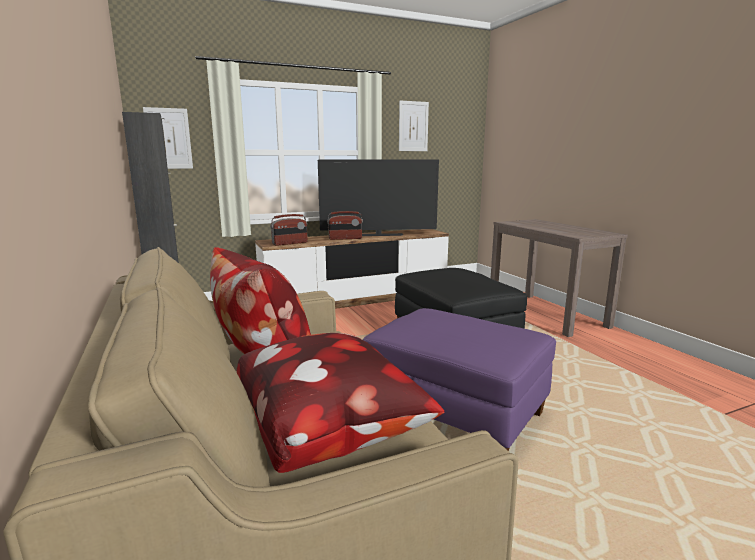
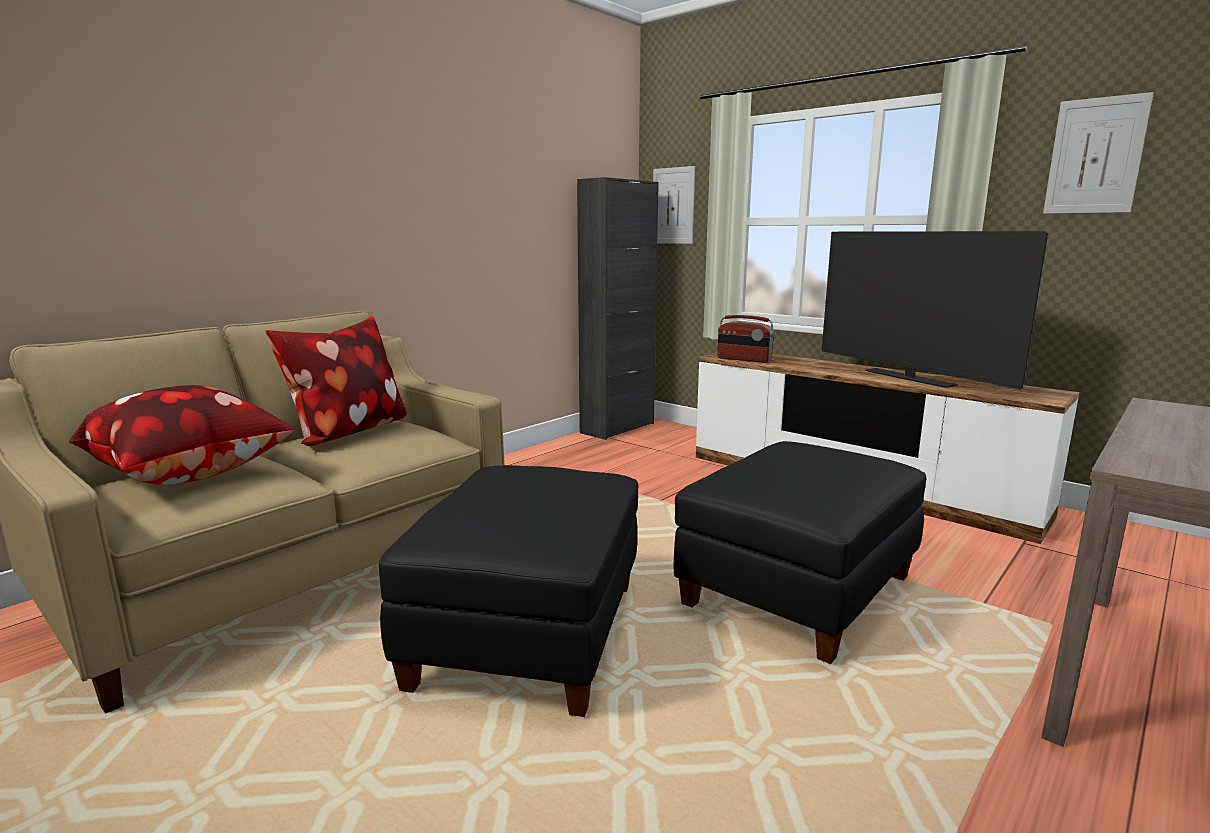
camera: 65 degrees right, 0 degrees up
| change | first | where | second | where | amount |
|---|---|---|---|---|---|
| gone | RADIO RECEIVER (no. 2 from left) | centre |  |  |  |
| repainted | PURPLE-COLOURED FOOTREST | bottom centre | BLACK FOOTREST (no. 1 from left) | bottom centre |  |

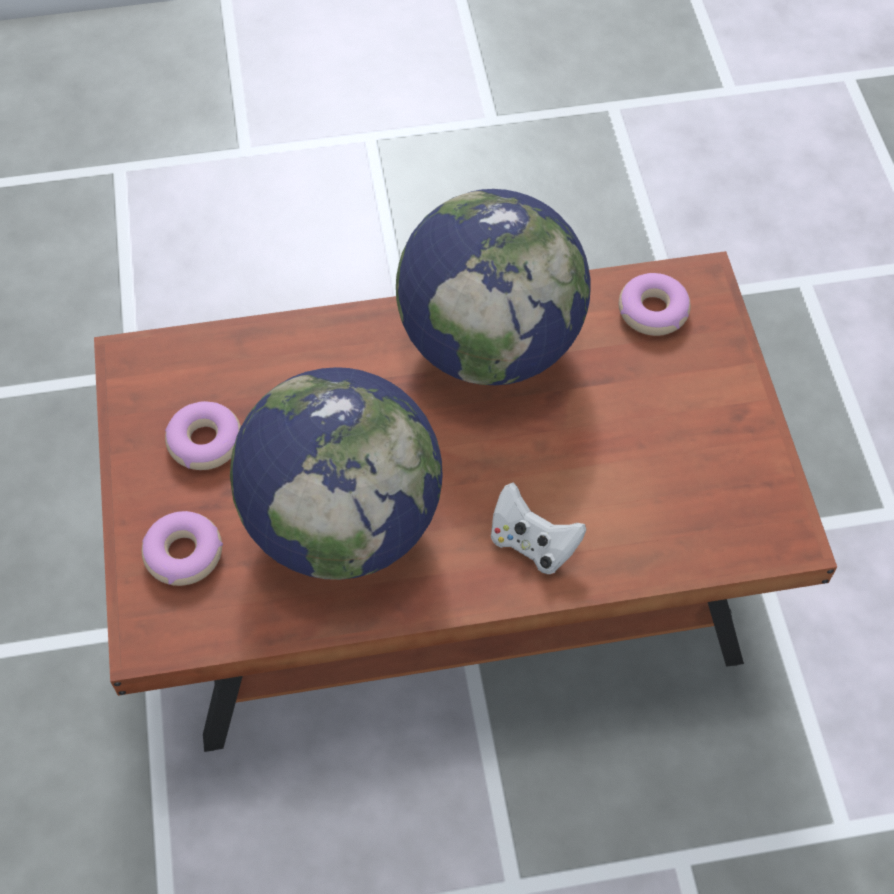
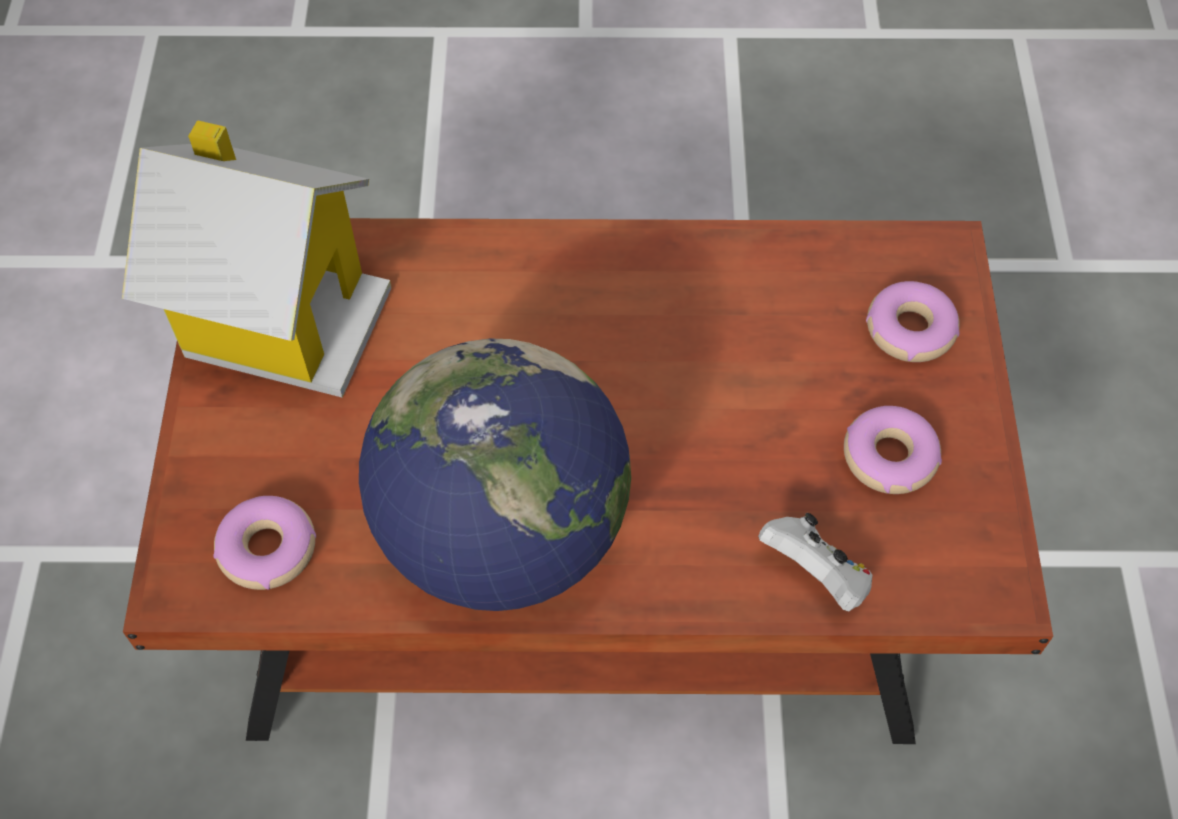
camera: 170 degrees left, 0 degrees up
| change | first | where | second | where | amount |
|---|---|---|---|---|---|
| gone | DESK GLOBE (no. 1 from left) | centre |  |  |  |
| shifted | WHITE JOYPAD | centre |  | bottom right |  |
| new |  |  | MINIATURE HOUSE | top left |  |

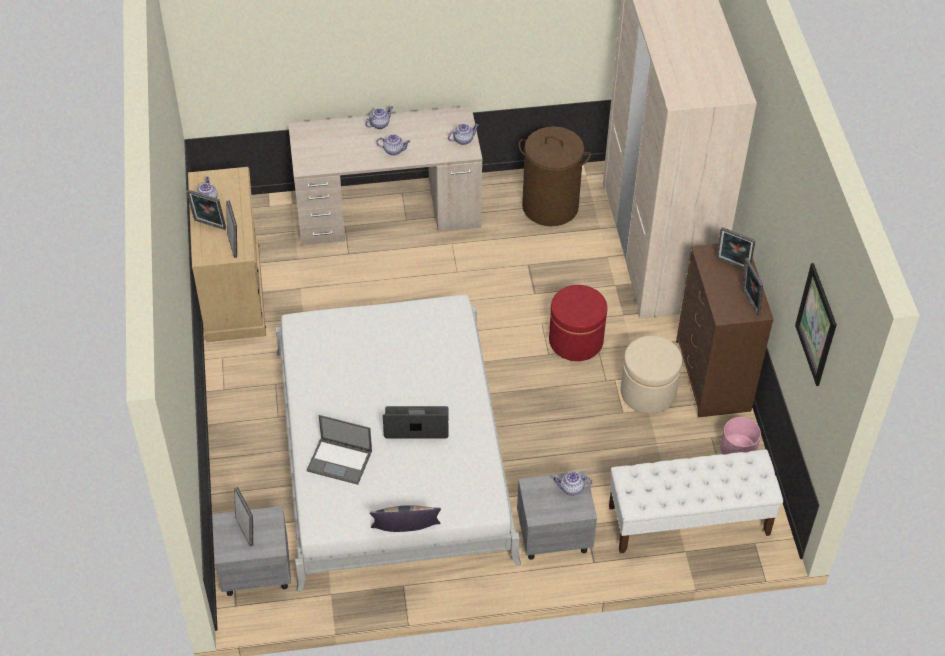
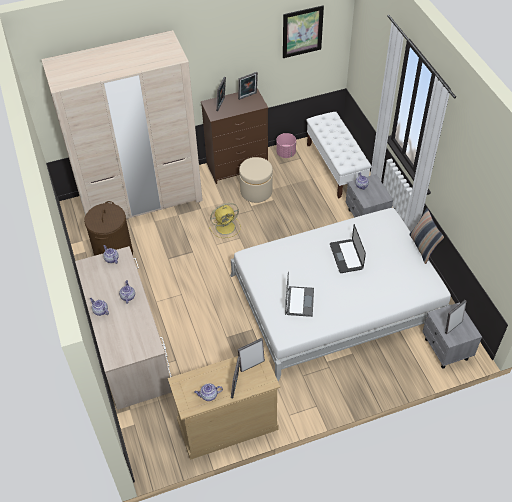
camera: 100 degrees left, 0 degrees up
| change | first | where | second | where | amount |
|---|---|---|---|---|---|
| shifted | PORTABLE COMPUTER (no. 1 from left) | bottom centre |  | centre |  |
| swapped | REDDISH FOOTREST | centre | YELLOW-COLOURED COOLING FAN | centre |  |

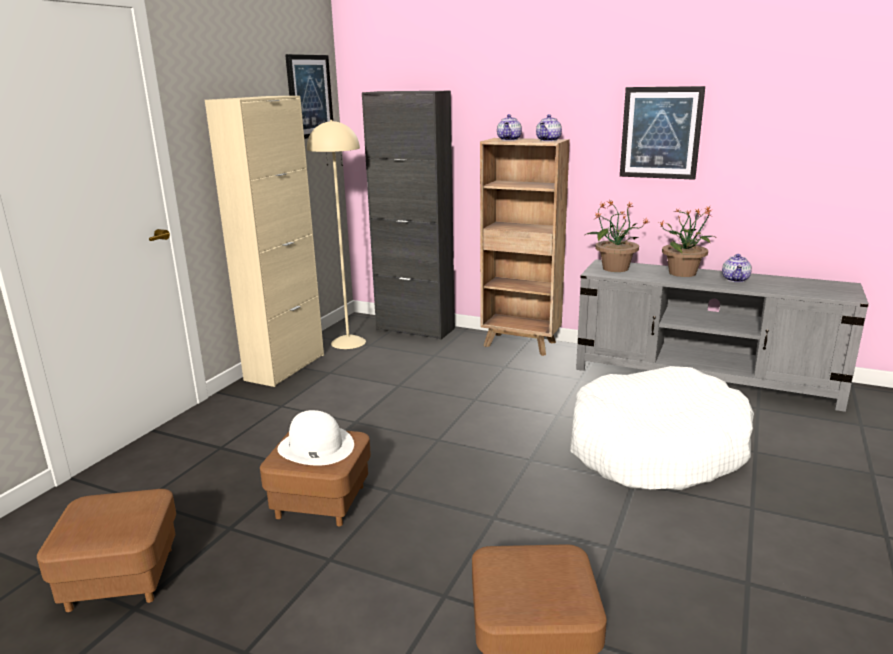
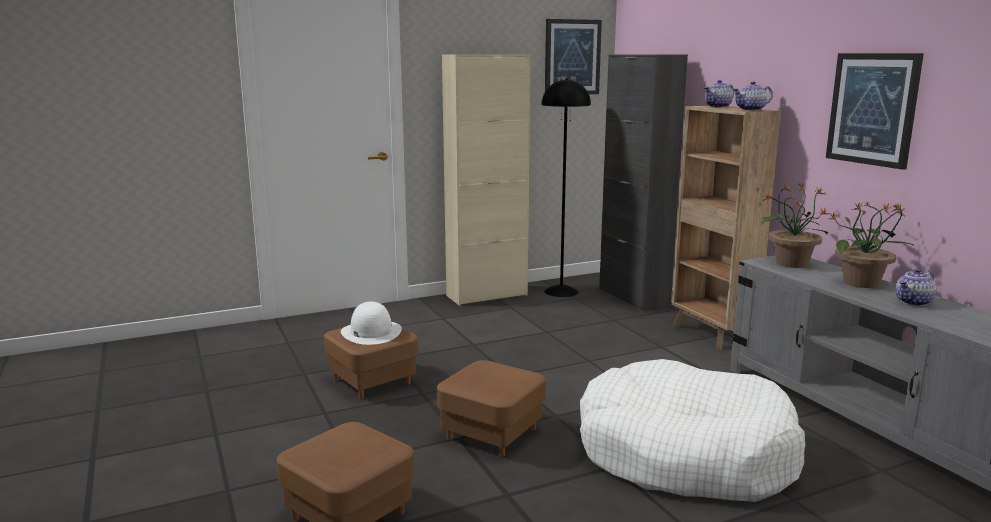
camera: 40 degrees right, 5 degrees down
| change | first | where | second | where | amount |
|---|---|---|---|---|---|
| shifted | BROWNISH FOOTREST (no. 1 from left in the first image) | bottom left | BROWNISH FOOTREST (no. 3 from left) | bottom centre |  |
| repainted | SAND-COLOURED STANDING LAMP | centre | BLACK STANDING LAMP | centre |  |

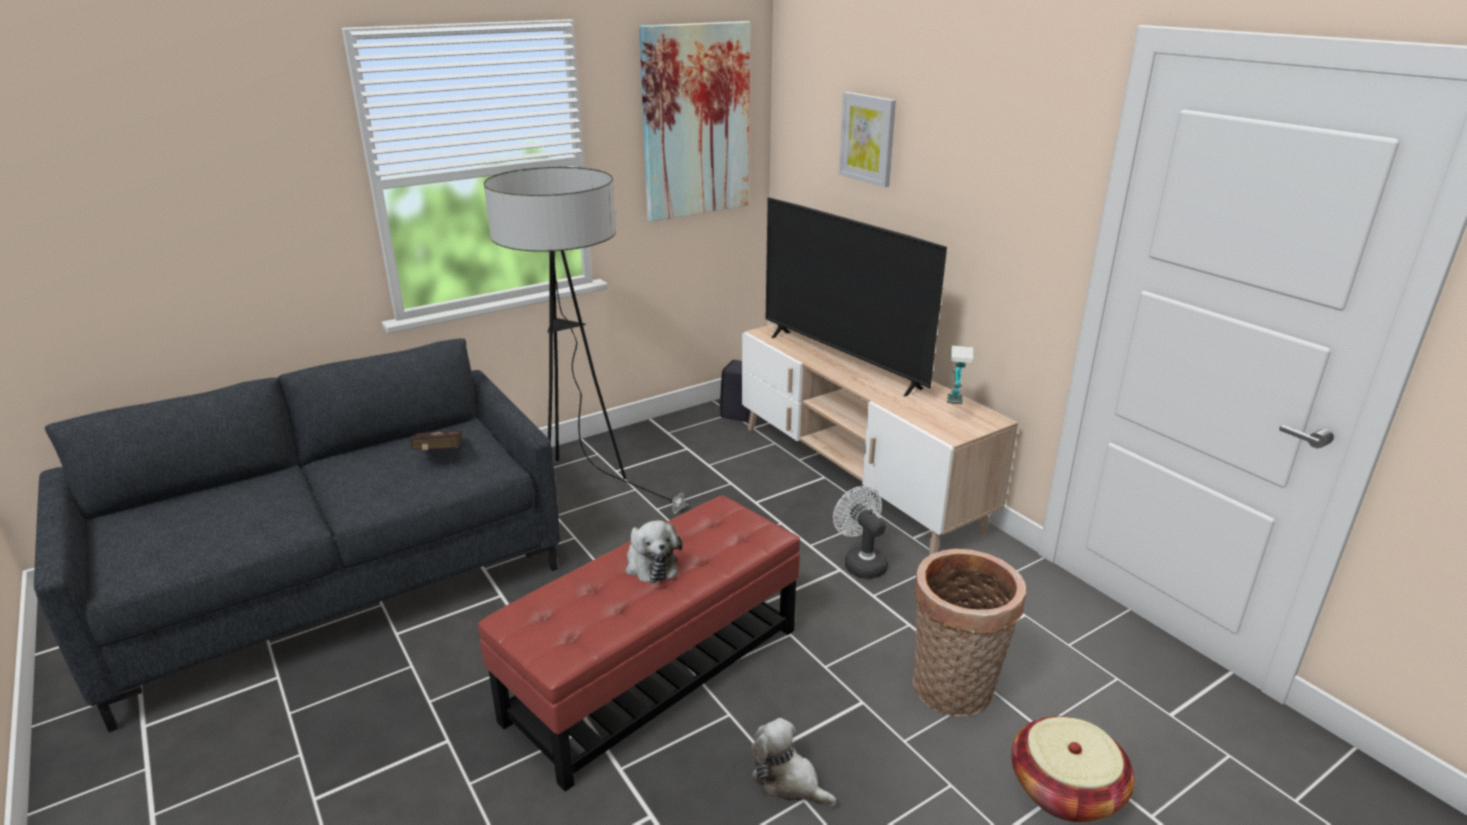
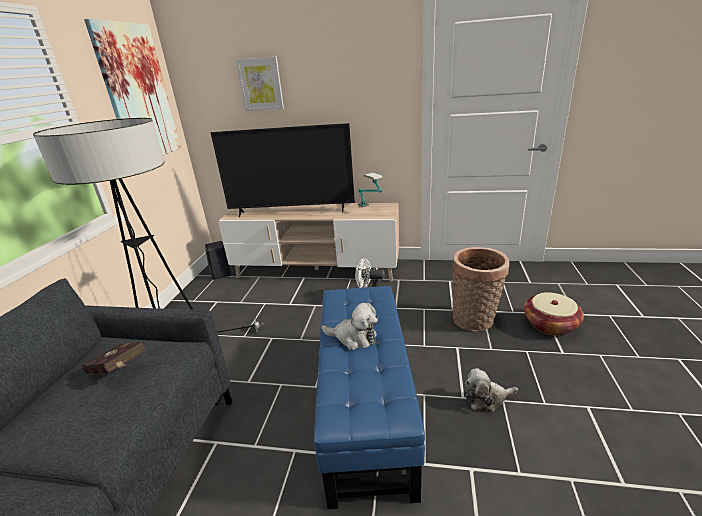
camera: 45 degrees left, 0 degrees up
| change | first | where | second | where | amount |
|---|---|---|---|---|---|
| repainted | REDDISH FOOTREST | bottom centre | BLUE FOOTREST | bottom centre |  |

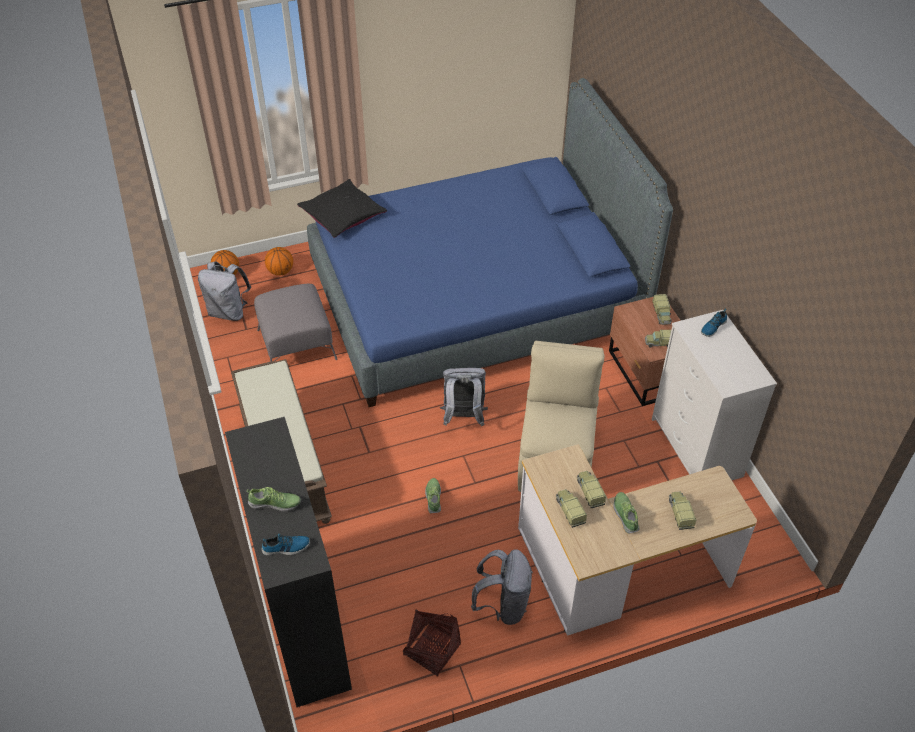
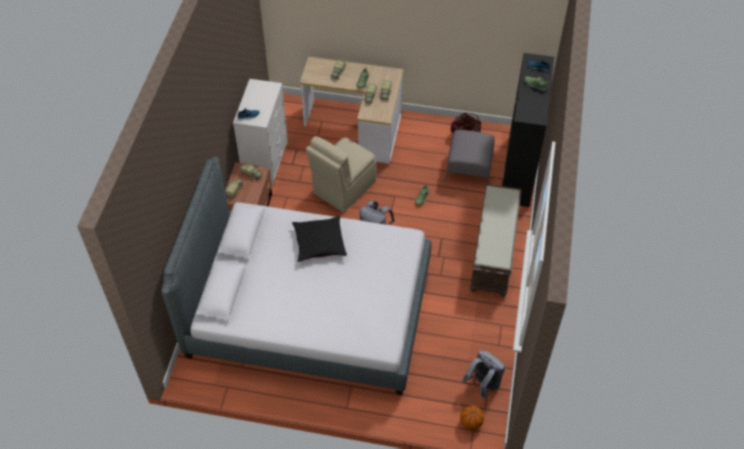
camera: 150 degrees left, 5 degrees up
| change | first | where | second | where | amount |
|---|---|---|---|---|---|
| shifted | GREY FOOTREST | middle left |  | centre |  |
| gone | BASKETBALL (no. 2 from left) | middle left |  |  |  |
| shifted | BLACK CUSHION | top centre |  | centre |  |
| repainted | BLUE BEDROOM BED | top centre | GREY BEDROOM BED | centre |  |
| gone | GREY KNAPSACK (no. 3 from left) | bottom centre |  |  |  |

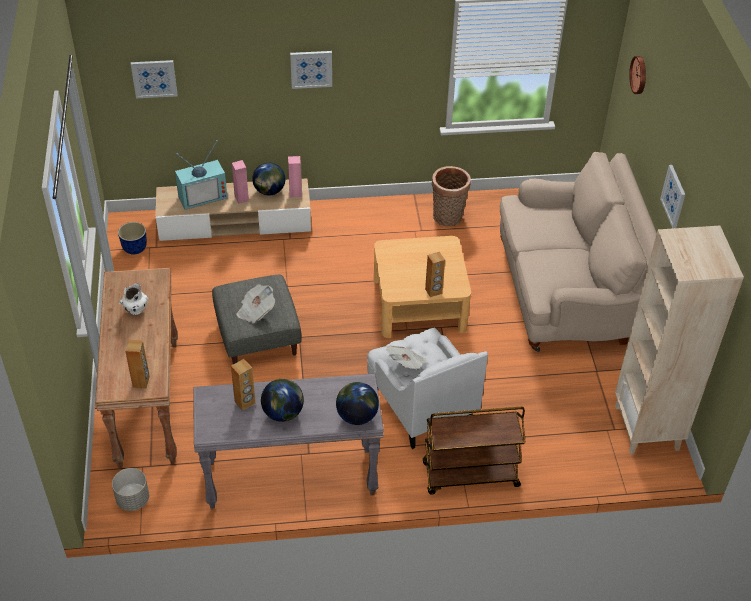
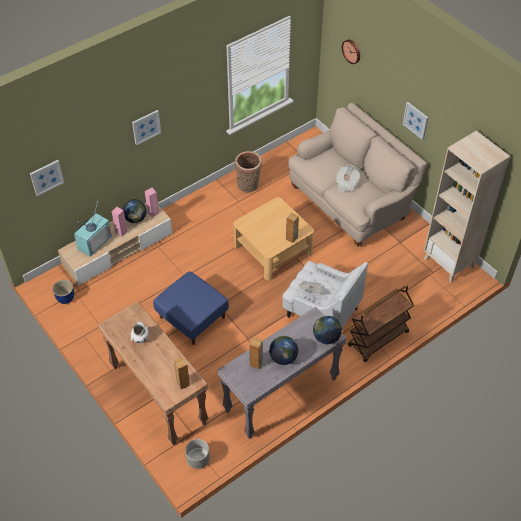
camera: 30 degrees left, 5 degrees up
| change | first | where | second | where | amount |
|---|---|---|---|---|---|
| repainted | GREY FOOTREST | centre | BLUE FOOTREST | centre |  |
| shifted | NEWSPAPER (no. 1 from left in the first image) | centre | NEWSPAPER (no. 2 from left) | middle right |  |

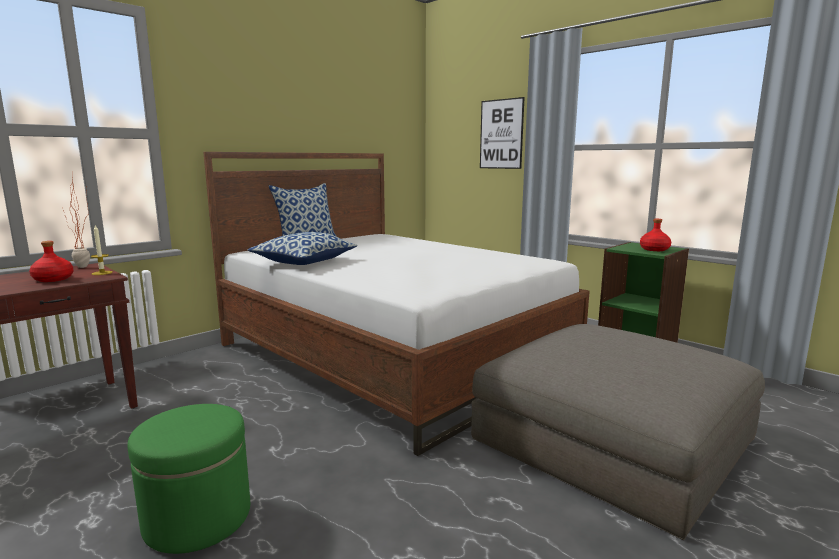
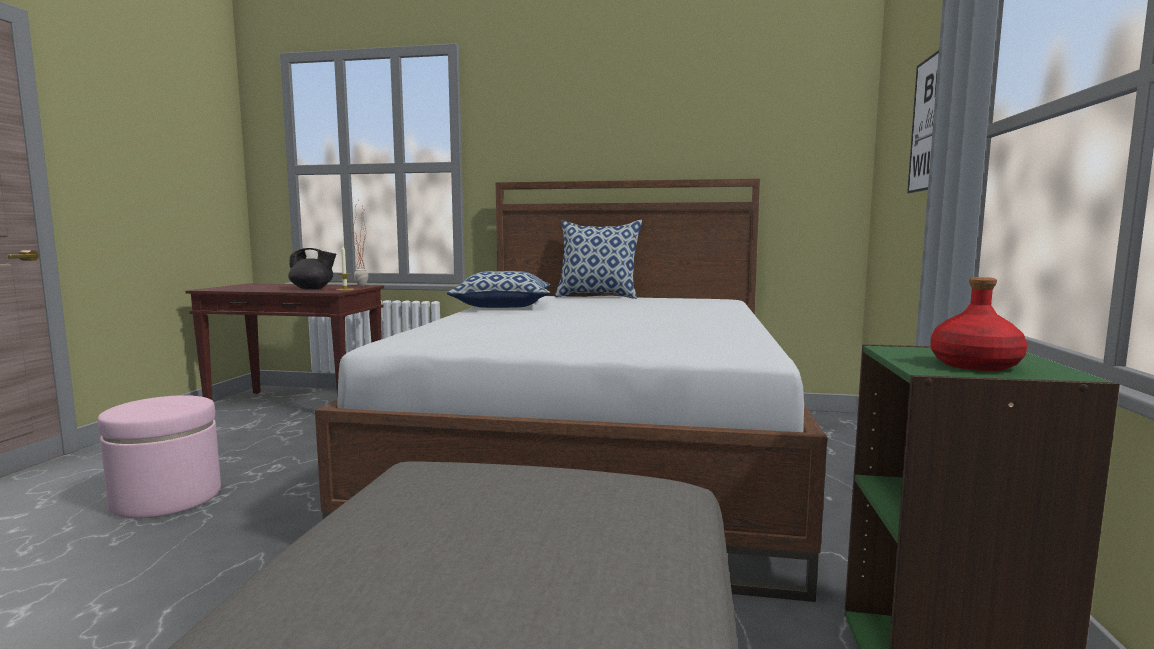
camera: 55 degrees right, 5 degrees down
| change | first | where | second | where | amount |
|---|---|---|---|---|---|
| swapped | REDDISH DRINK BOTTLE (no. 1 from left) | middle left | BLACK TEAPOT | middle left |  |
| repainted | GREEN-COLOURED FOOTREST | bottom left | PINK-COLOURED FOOTREST | bottom left |  |

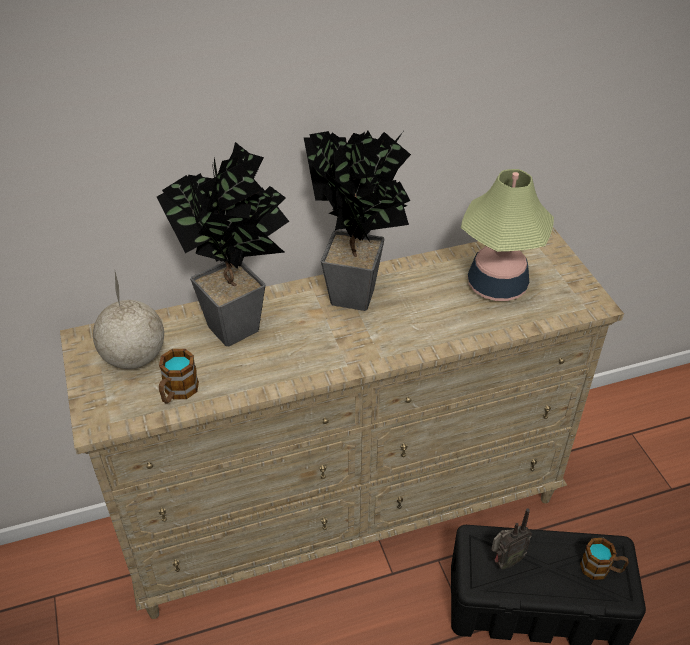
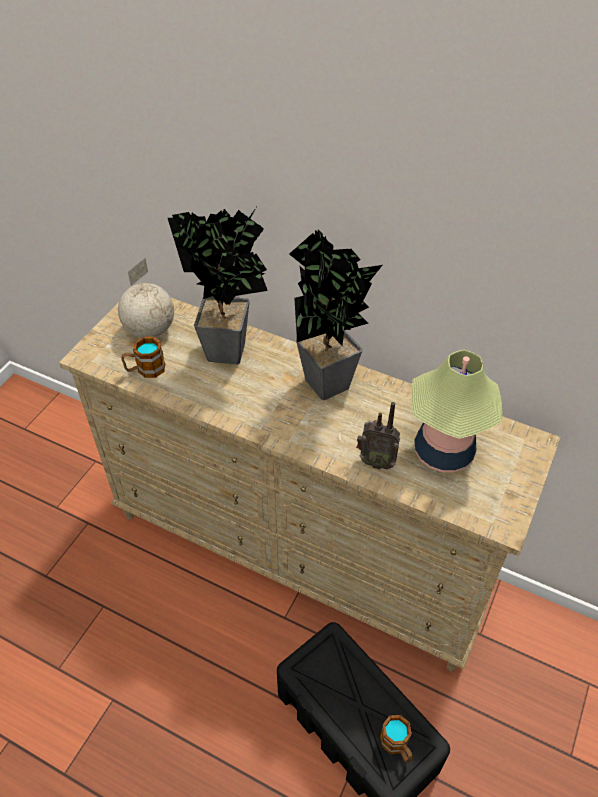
camera: 45 degrees right, 5 degrees up
| change | first | where | second | where | amount |
|---|---|---|---|---|---|
| shifted | RADIO RECEIVER | bottom right |  | centre |  |

